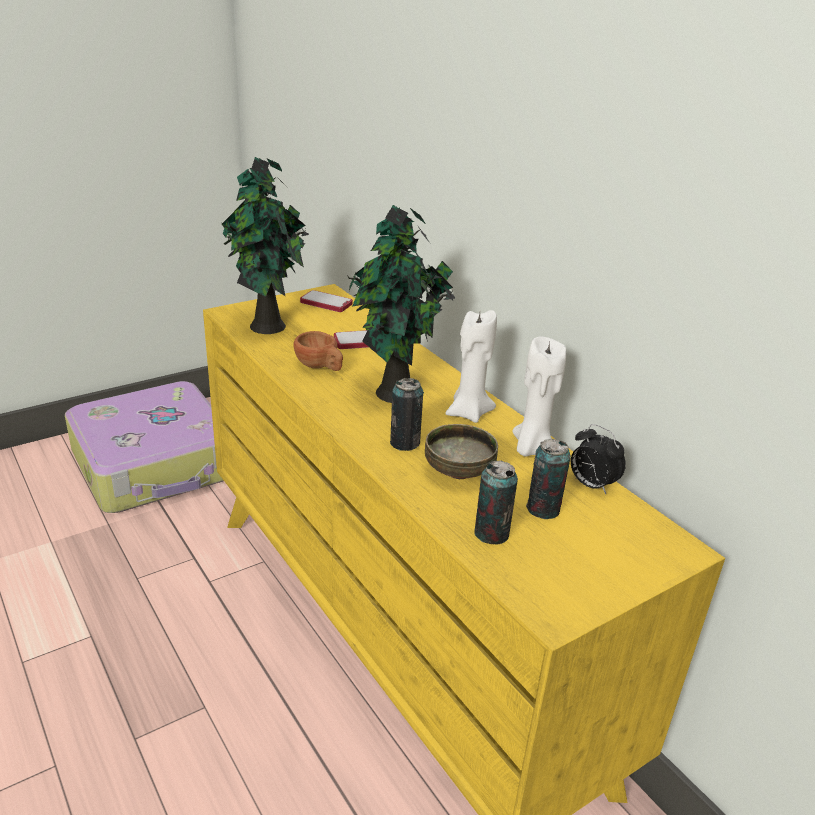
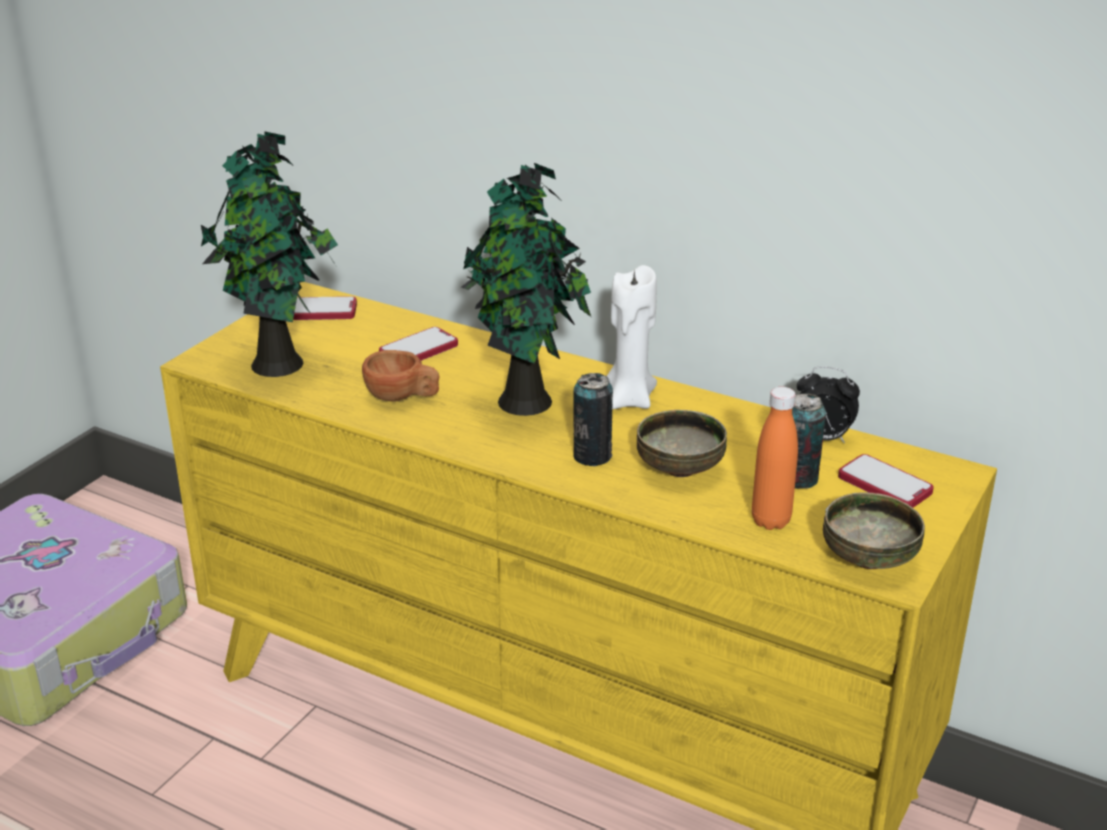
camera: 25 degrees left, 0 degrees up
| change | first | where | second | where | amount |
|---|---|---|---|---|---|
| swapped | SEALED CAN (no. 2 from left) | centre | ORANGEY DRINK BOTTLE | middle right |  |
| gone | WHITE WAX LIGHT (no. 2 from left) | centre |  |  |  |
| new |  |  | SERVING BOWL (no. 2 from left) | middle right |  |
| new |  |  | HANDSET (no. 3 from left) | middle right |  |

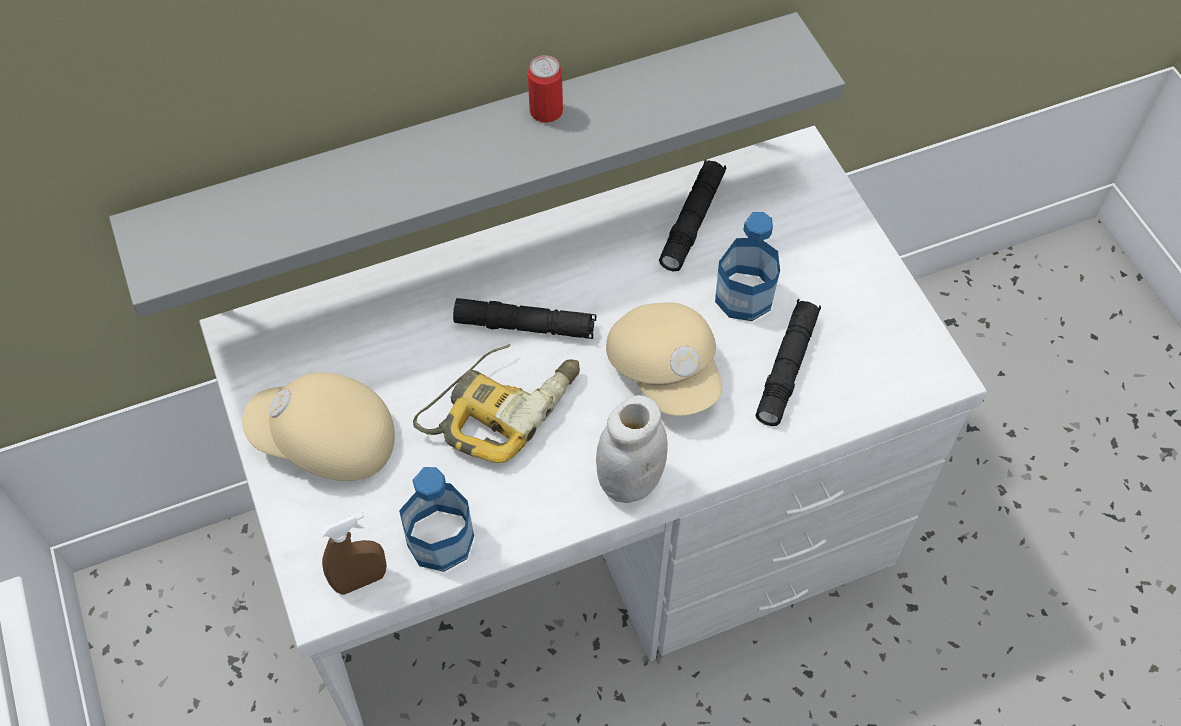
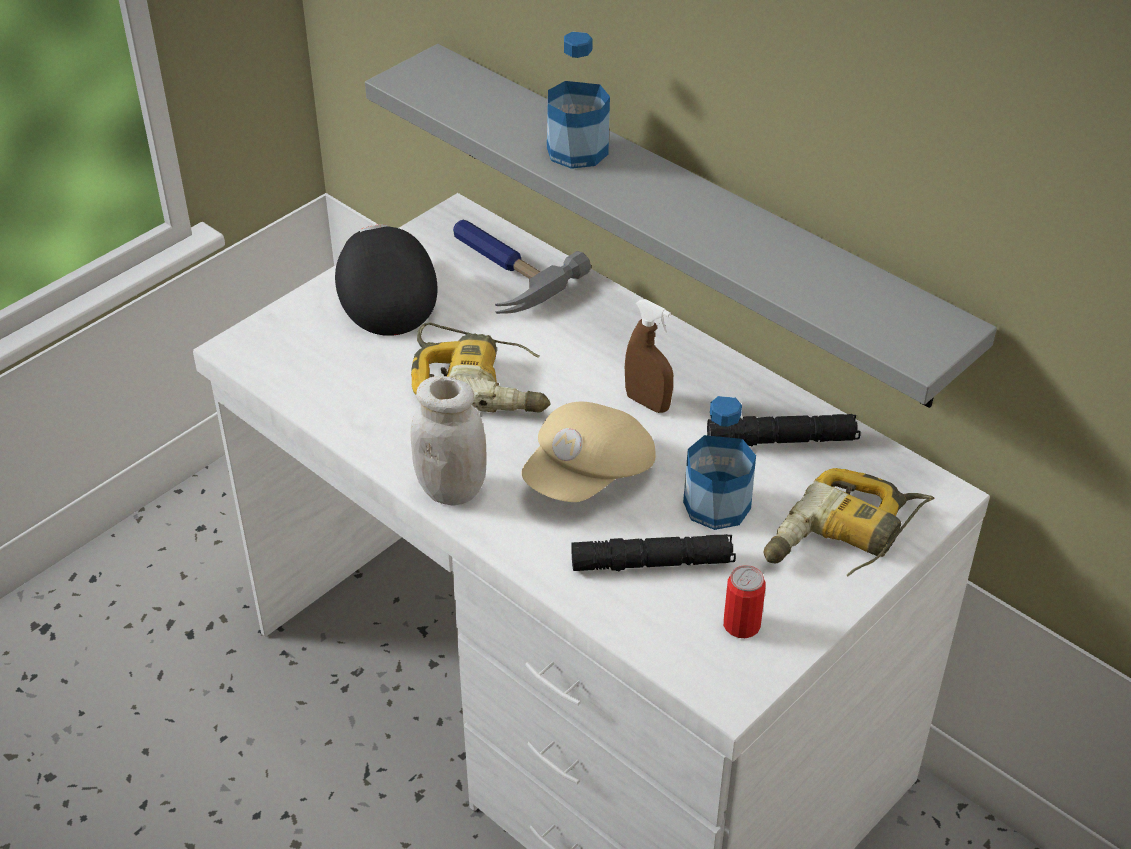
camera: 65 degrees right, 15 degrees down
| change | first | where | second | where | amount |
|---|---|---|---|---|---|
| repainted | SAND-COLOURED BASEBALL CAP (no. 1 from left) | middle left | BLACK BASEBALL CAP | top centre |  |
| shifted | BROWNISH SPRAYER | bottom left |  | centre |  |
| shifted | DRINK BOTTLE (no. 1 from left) | bottom centre |  | top centre |  |
| gone | BLACK HAND TORCH (no. 1 from left) | centre |  |  |  |
| shifted | SEALED CAN | top centre |  | bottom centre |  |
| new |  |  | TOOL HAMMER | top centre |  |
| new |  |  | ELECTRIC DRILL (no. 2 from left) | middle right |  |

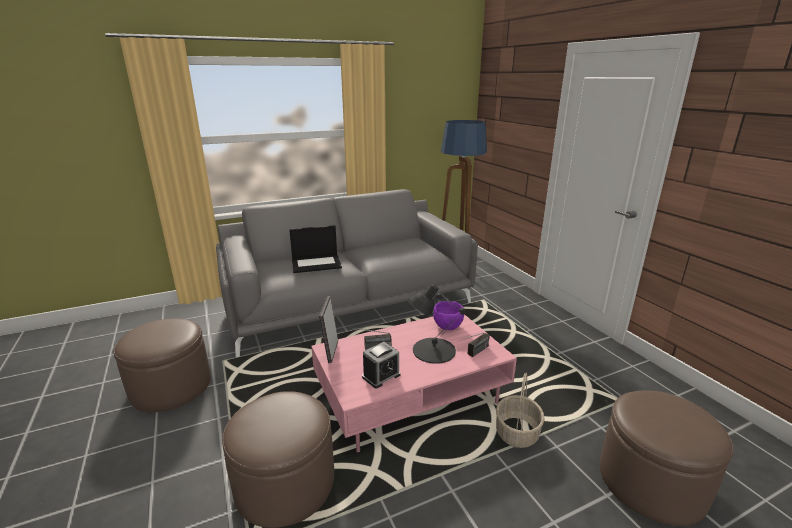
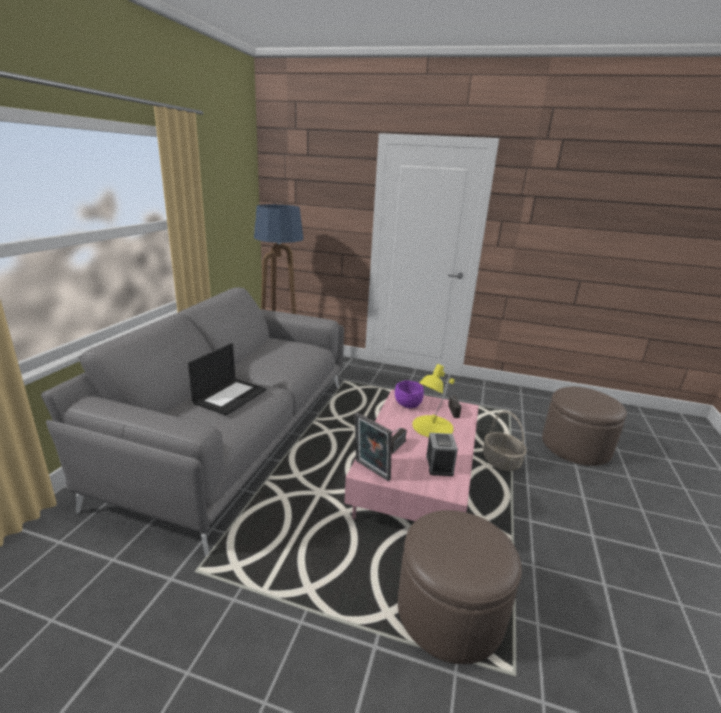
camera: 50 degrees left, 0 degrees up
| change | first | where | second | where | amount |
|---|---|---|---|---|---|
| gone | BROWNISH FOOTREST (no. 1 from left) | bottom left |  |  |  |
| repainted | BLACK TABLE LAMP | centre | YELLOW-COLOURED TABLE LAMP | centre |  |

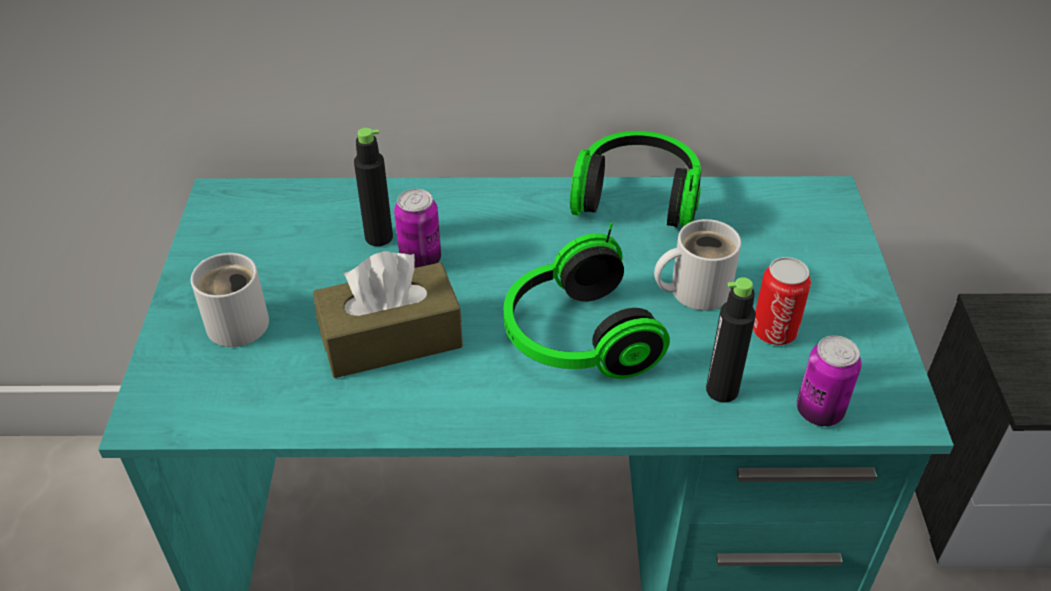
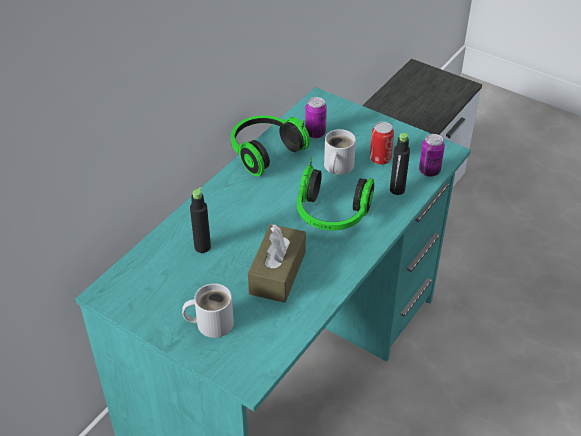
camera: 55 degrees left, 0 degrees up
| change | first | where | second | where | amount |
|---|---|---|---|---|---|
| shifted | SEALED CAN (no. 1 from left) | centre |  | top centre |  |

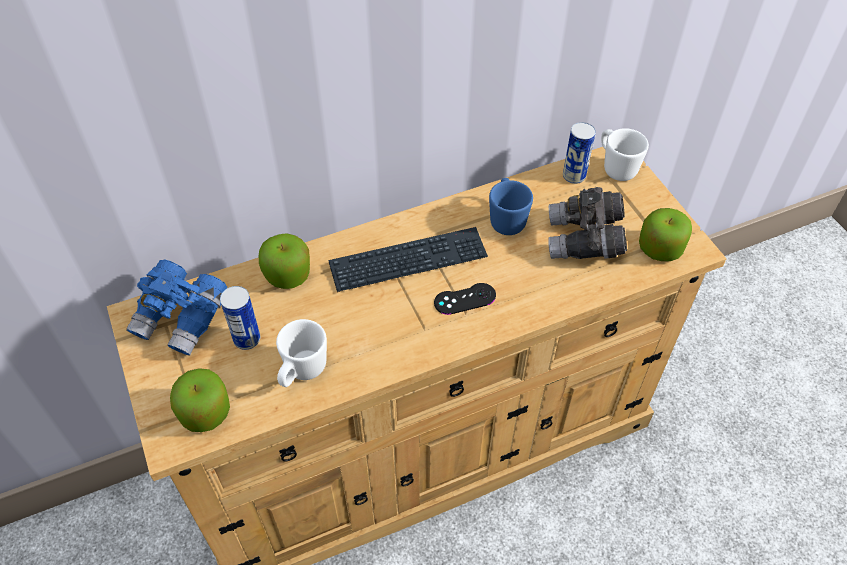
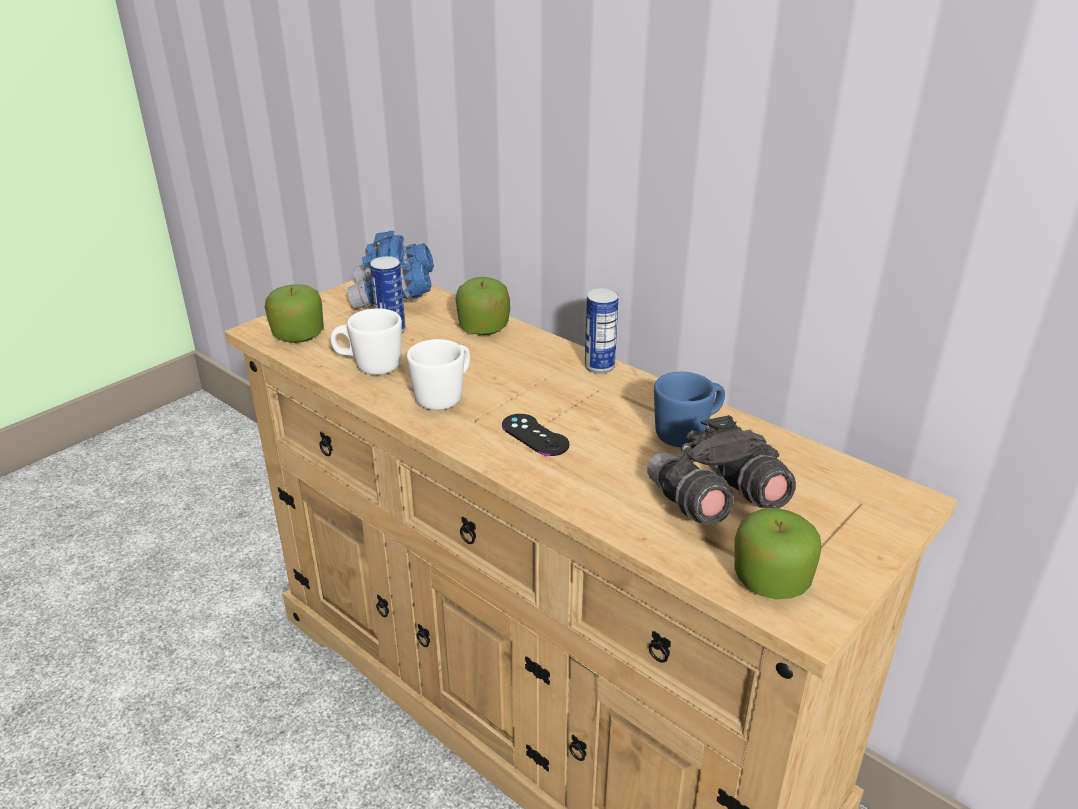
camera: 65 degrees right, 20 degrees down
| change | first | where | second | where | amount |
|---|---|---|---|---|---|
| gone | KEYBOARD | centre |  |  |  |
| shifted | SEALED CAN (no. 2 from left) | top right |  | centre |  |
| shifted | WHITE MUG (no. 2 from left) | top right |  | centre |  |

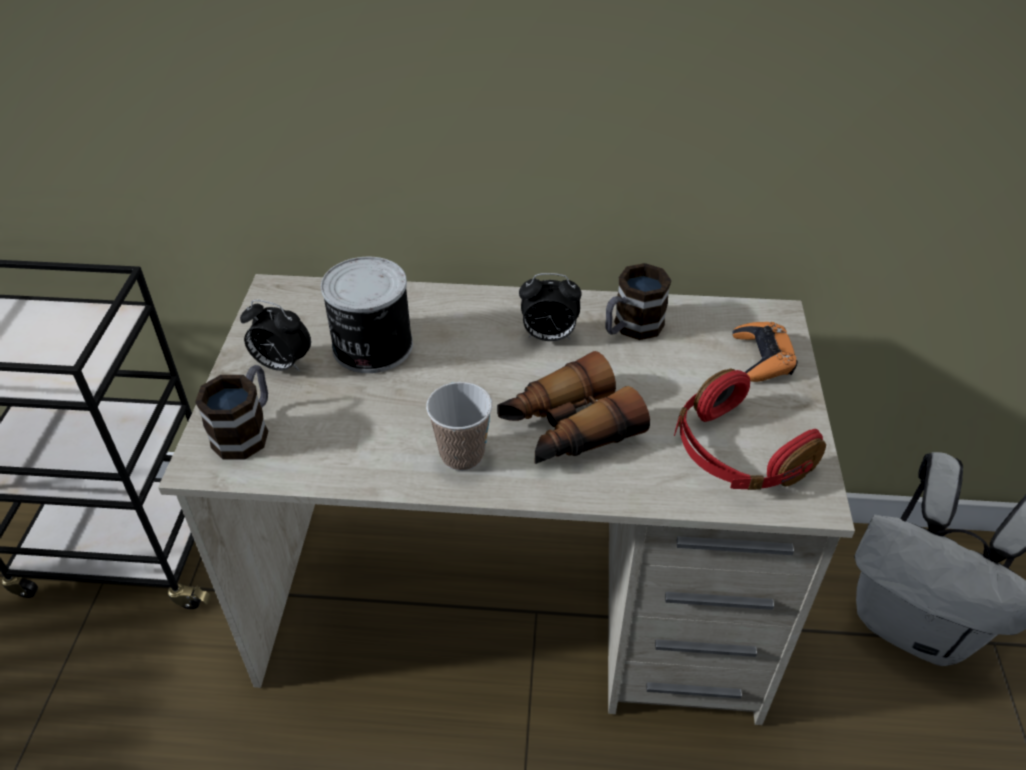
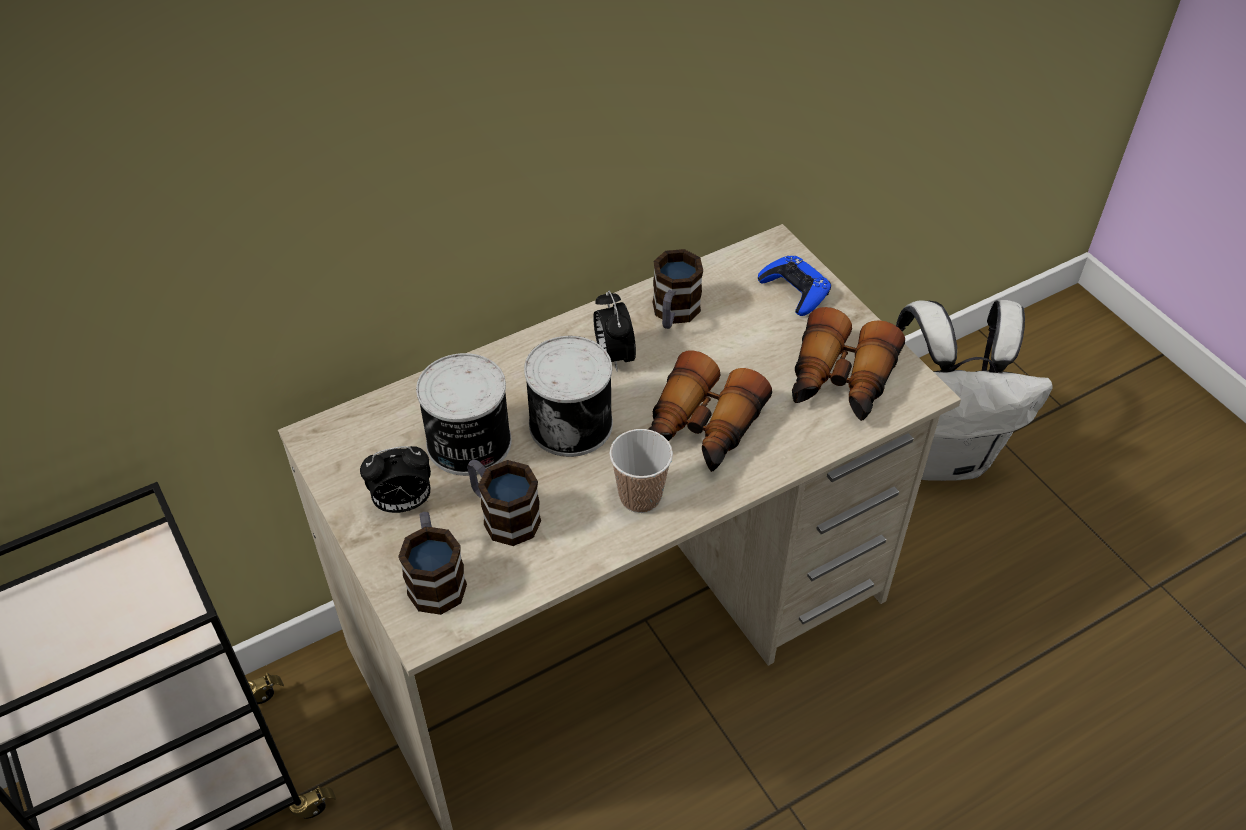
camera: 35 degrees left, 5 degrees up
| change | first | where | second | where | amount |
|---|---|---|---|---|---|
| rotated | ALARM CLOCK (no. 2 from left) | centre |  | centre | 105 degrees clockwise |
| swapped | REDDISH HEADSET | middle right | PAIR OF BINOCULARS (no. 2 from left) | middle right |  |
| repainted | ORANGEY JOYPAD | middle right | BLUE JOYPAD | centre |  |
| new |  |  | MUG (no. 2 from left) | centre |  |
| new |  |  | SEALED CAN (no. 2 from left) | centre |  |

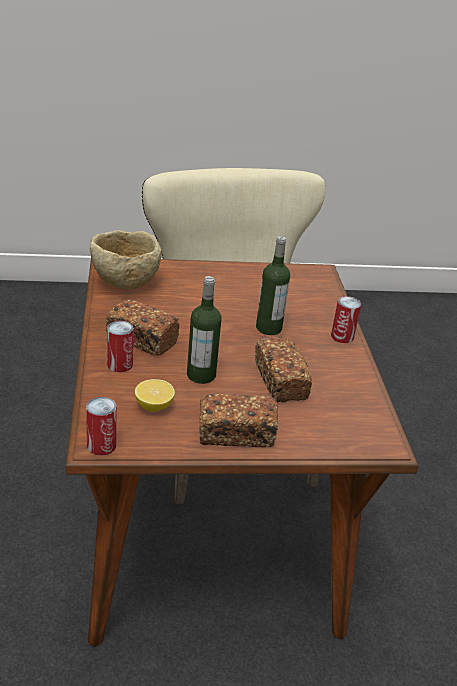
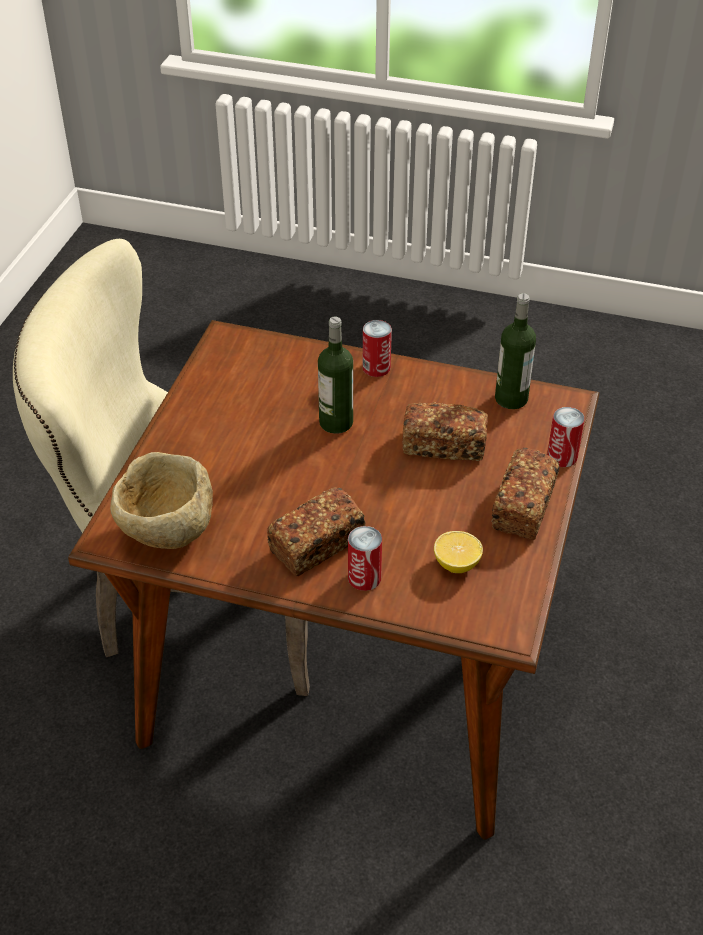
camera: 65 degrees left, 10 degrees up
| change | first | where | second | where | amount |
|---|---|---|---|---|---|
| shifted | SEALED CAN (no. 1 from left in the first image) | middle left | SEALED CAN (no. 3 from left) | middle right |  |
| shifted | DRINK BOTTLE (no. 1 from left in the first image) | centre | DRINK BOTTLE (no. 2 from left) | middle right |  |

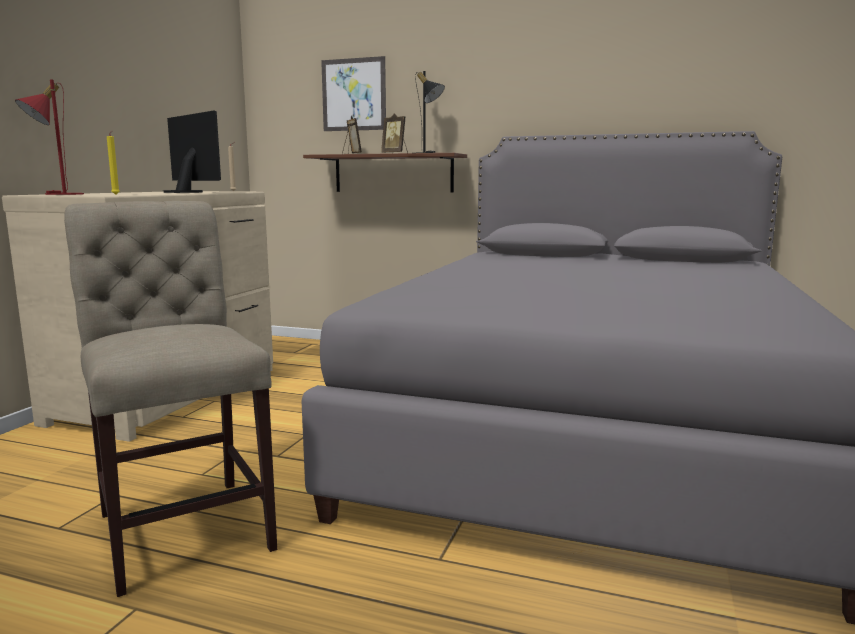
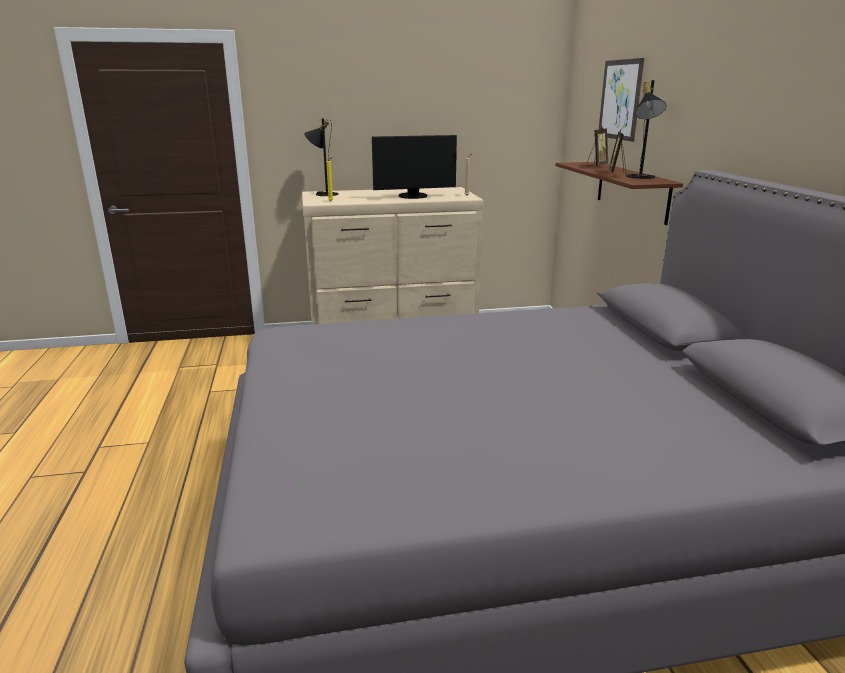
camera: 60 degrees right, 10 degrees up
| change | first | where | second | where | amount |
|---|---|---|---|---|---|
| repainted | REDDISH TABLE LAMP | top left | BLACK TABLE LAMP (no. 1 from left) | top centre |  |
| gone | SAND-COLOURED CHAIR | middle left |  |  |  |
| rotated | MONITOR | top left |  | top centre | 60 degrees clockwise |

